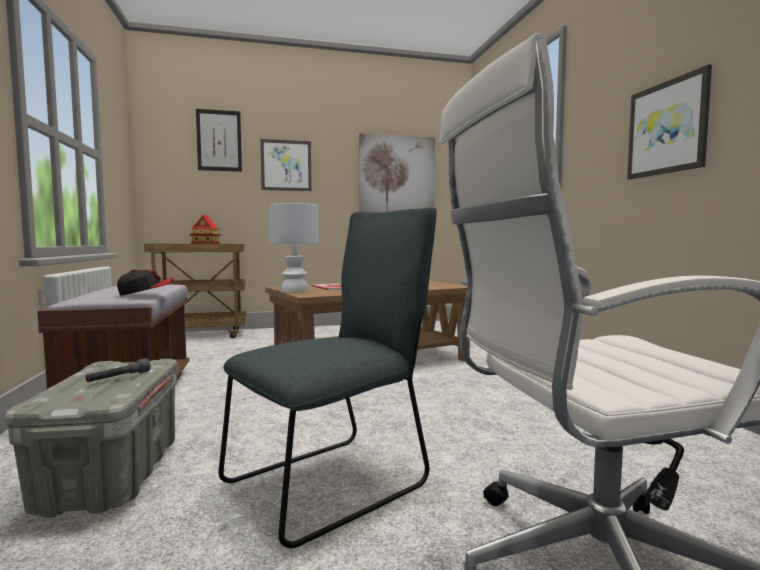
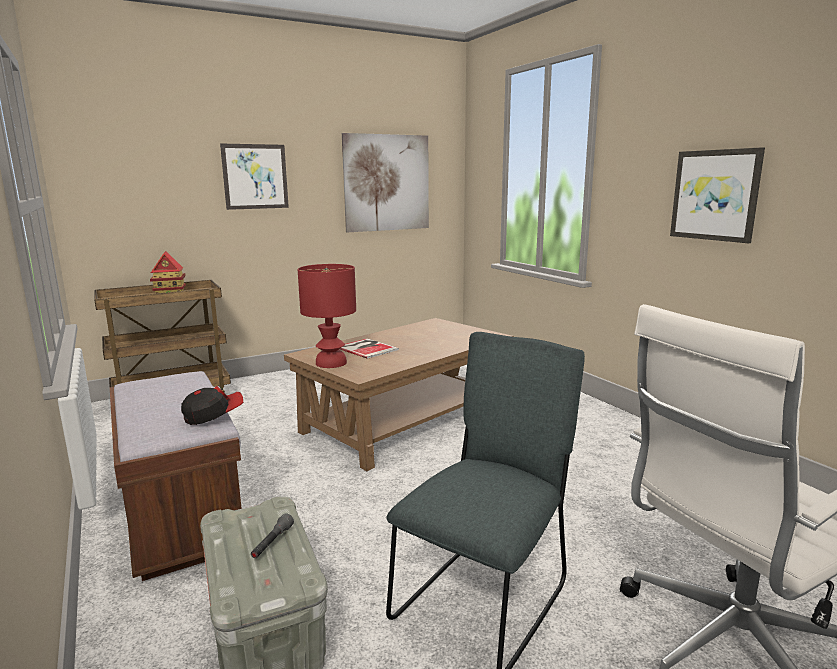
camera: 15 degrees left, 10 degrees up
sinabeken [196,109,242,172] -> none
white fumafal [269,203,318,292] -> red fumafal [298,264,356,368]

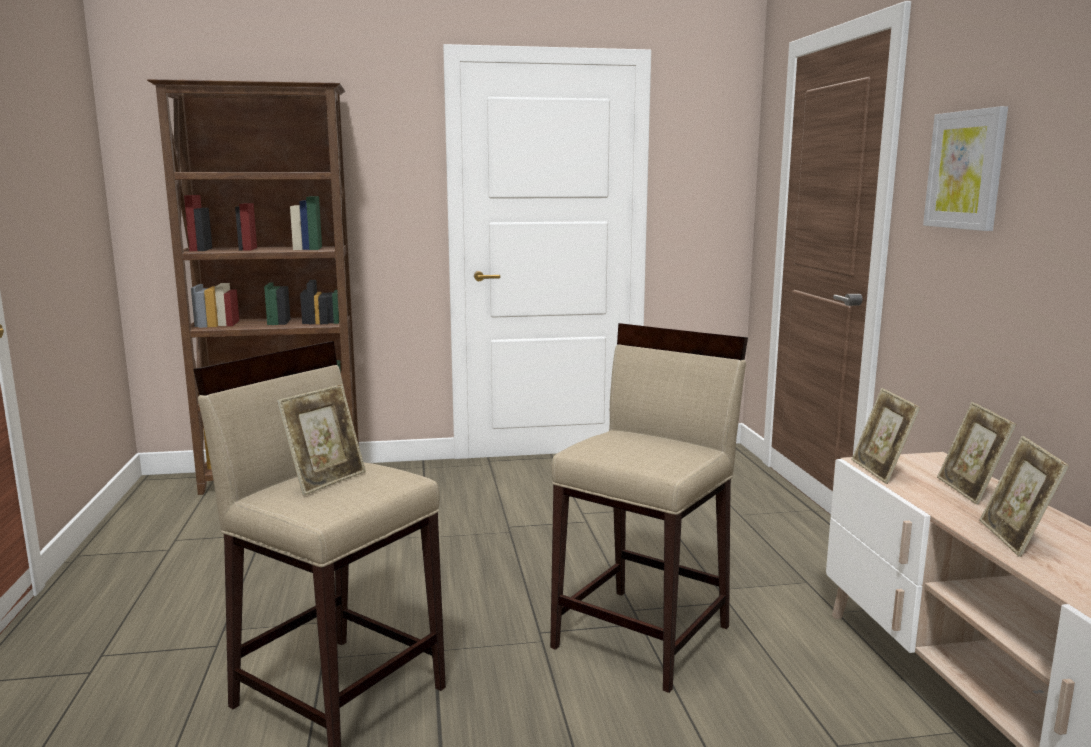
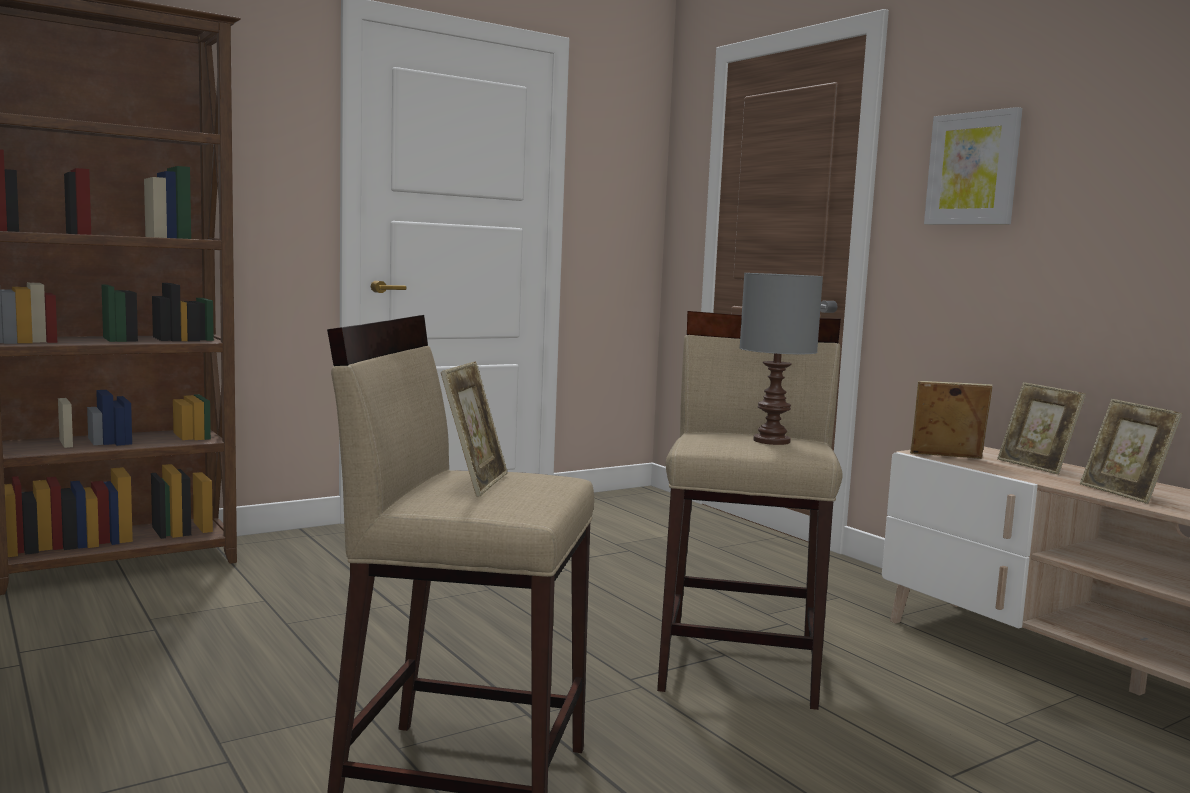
camera: 25 degrees left, 5 degrees down
none -> grey fumafal [739,273,823,445]
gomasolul [852,388,920,484] -> gomasolul [910,381,993,459], 135 degrees clockwise

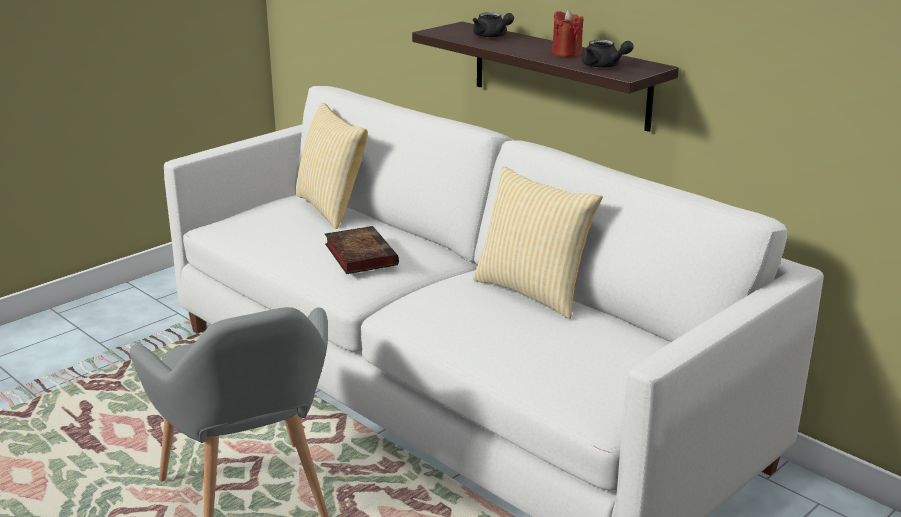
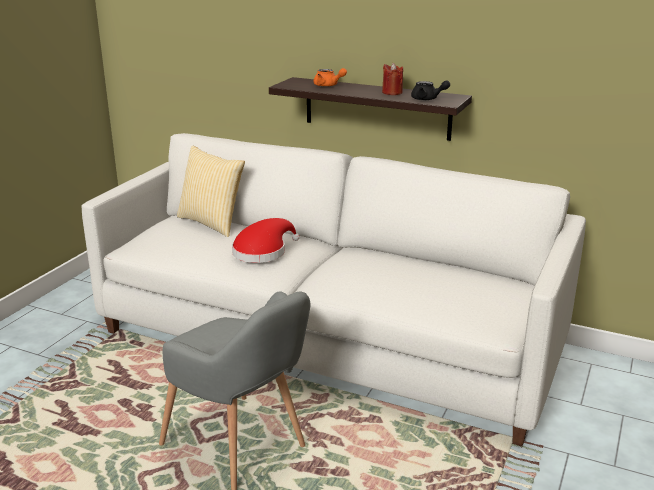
camera: 20 degrees left, 0 degrees up
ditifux [473,166,603,319] -> none
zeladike [325,226,399,274] -> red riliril [232,218,300,263]
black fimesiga [473,13,514,38] -> orange fimesiga [314,68,347,87]

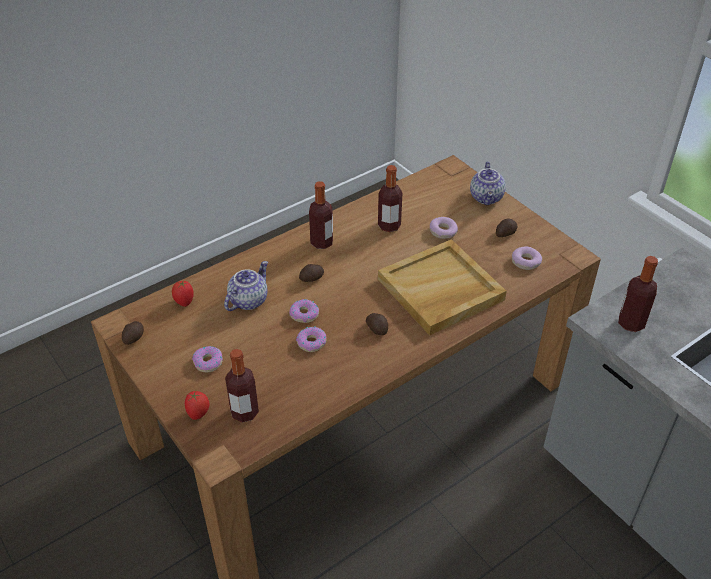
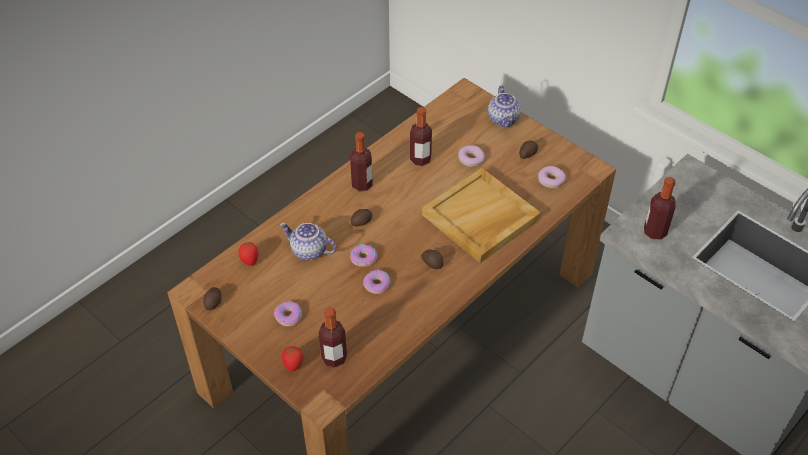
camera: 10 degrees left, 5 degrees up
fimesiga [224,261,268,311] -> fimesiga [280,223,336,260], 90 degrees counterclockwise

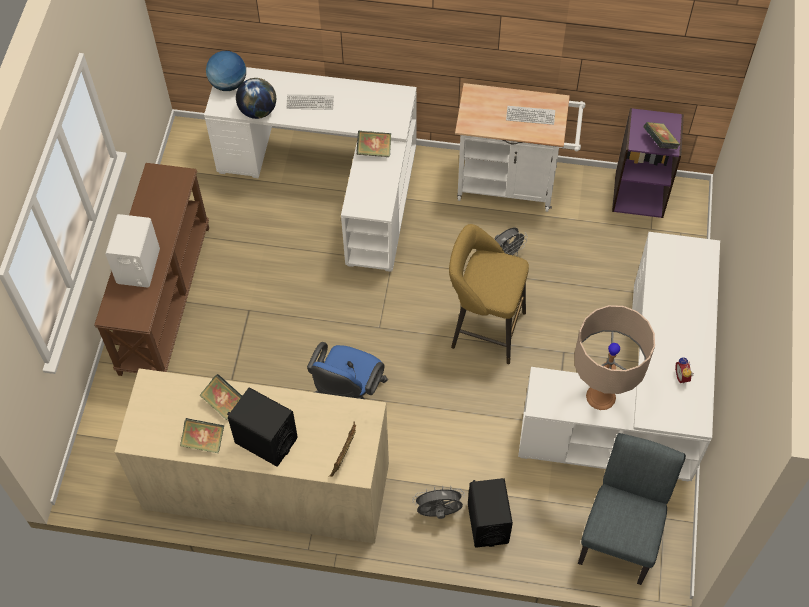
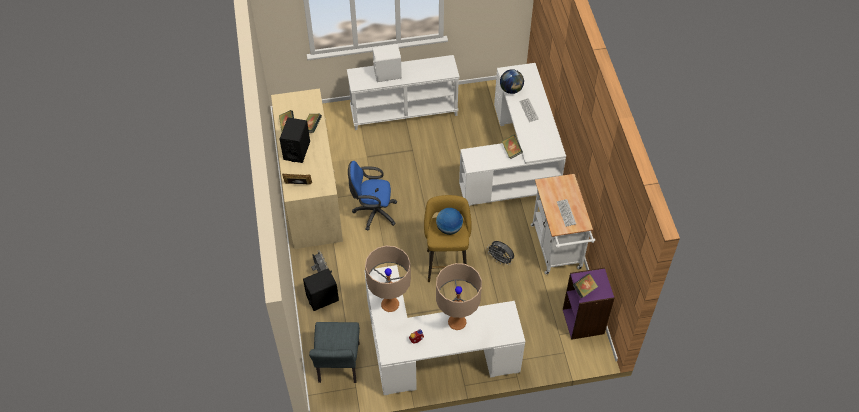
camera: 70 degrees right, 5 degrees down
none -> beige fumafal [436,263,482,330]
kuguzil [206,51,246,91] -> kuguzil [436,208,463,235], shifted
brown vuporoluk [94,163,209,376] -> white vuporoluk [347,55,460,130]
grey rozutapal [578,433,686,585] -> grey rozutapal [309,322,360,383], 90 degrees clockwise

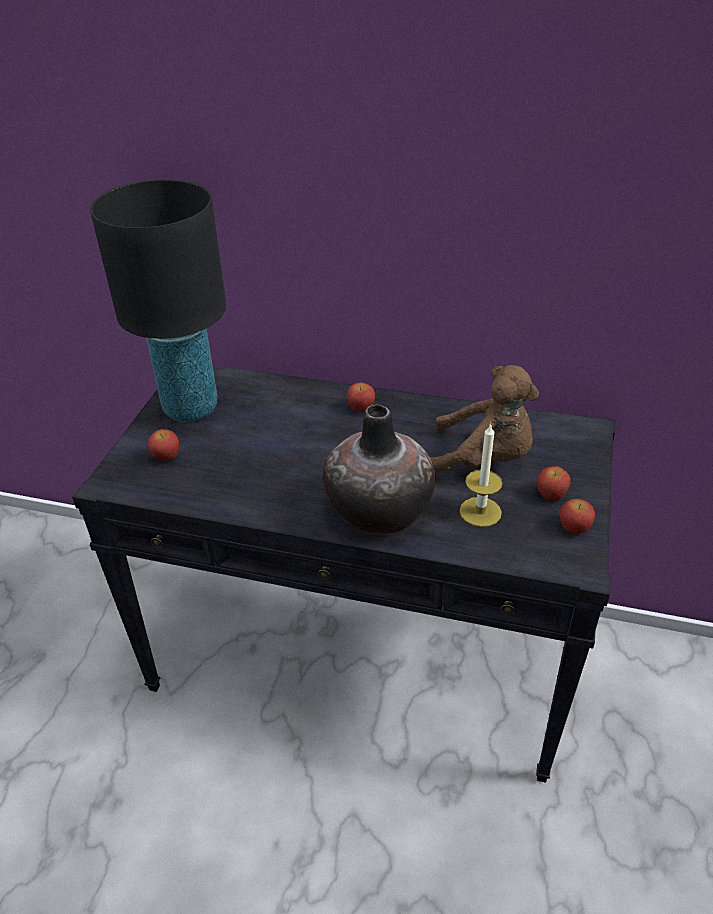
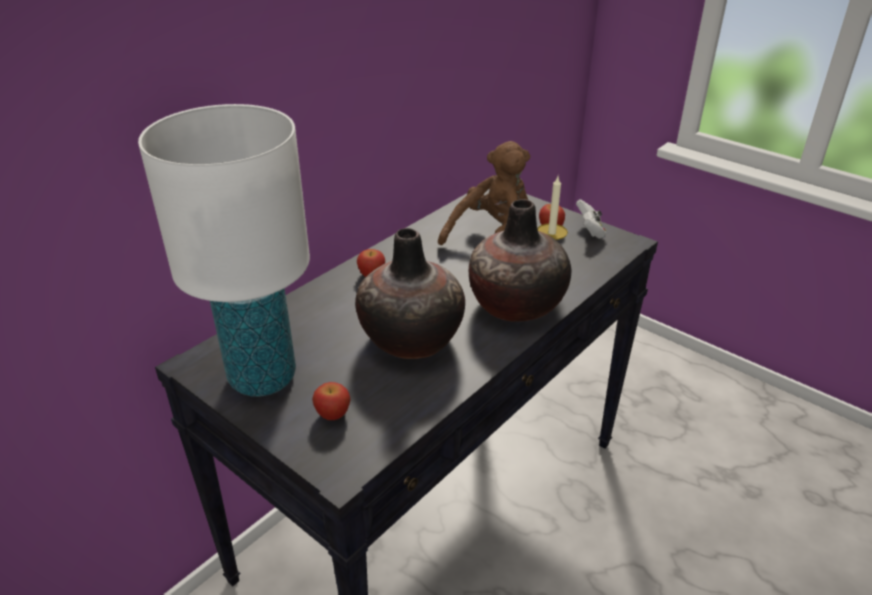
camera: 65 degrees left, 5 degrees down
none -> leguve [355,228,465,359]
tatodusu [560,499,595,534] -> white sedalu [576,199,606,239]
black fumafal [90,179,226,422] -> white fumafal [138,104,310,397]

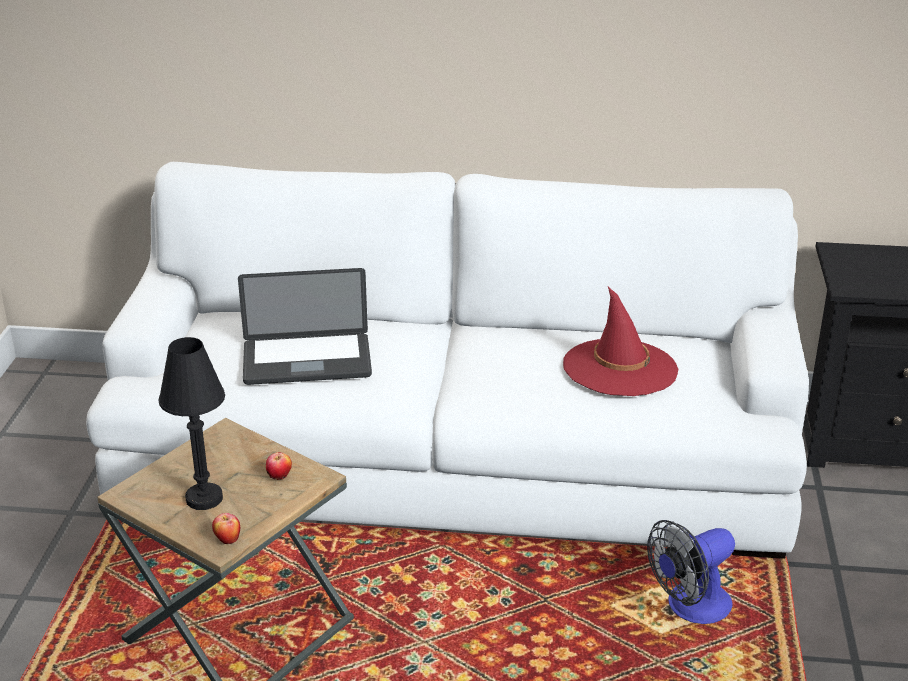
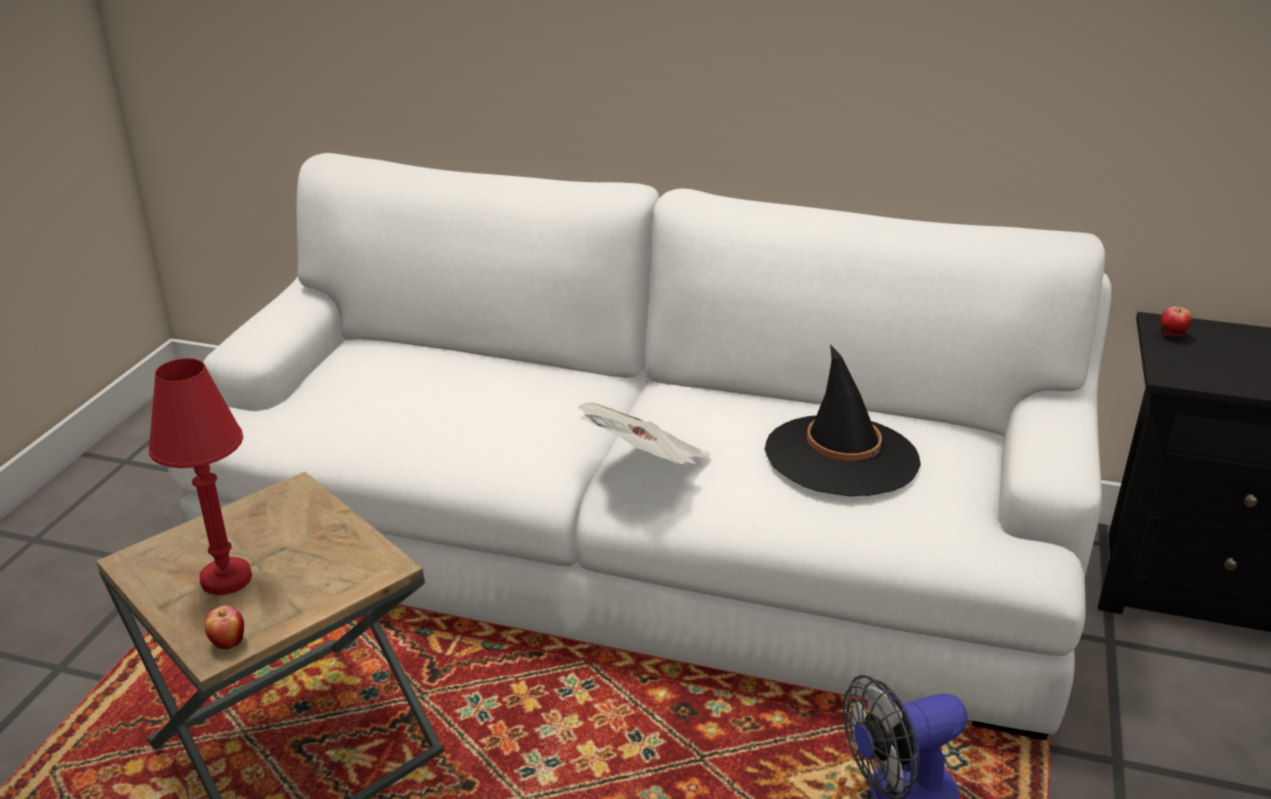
camera: 10 degrees right, 0 degrees up
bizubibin [238,268,372,385] -> none
none -> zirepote [578,402,711,465]
tatodusu [266,452,292,480] -> tatodusu [1160,306,1192,337], shifted
black fumafal [159,337,225,510] -> red fumafal [148,358,252,595]
red riliril [563,287,678,396] -> black riliril [765,344,921,496]

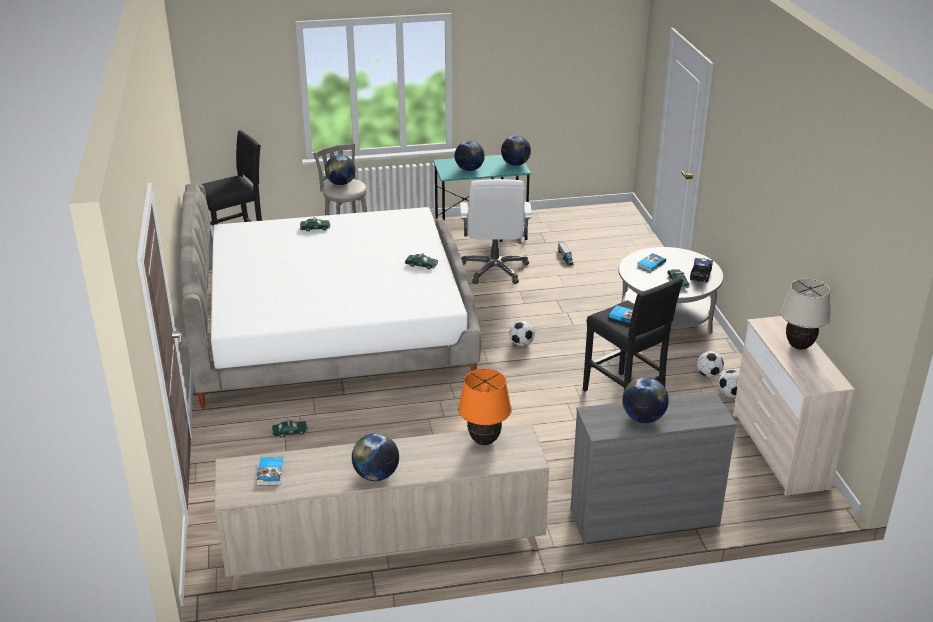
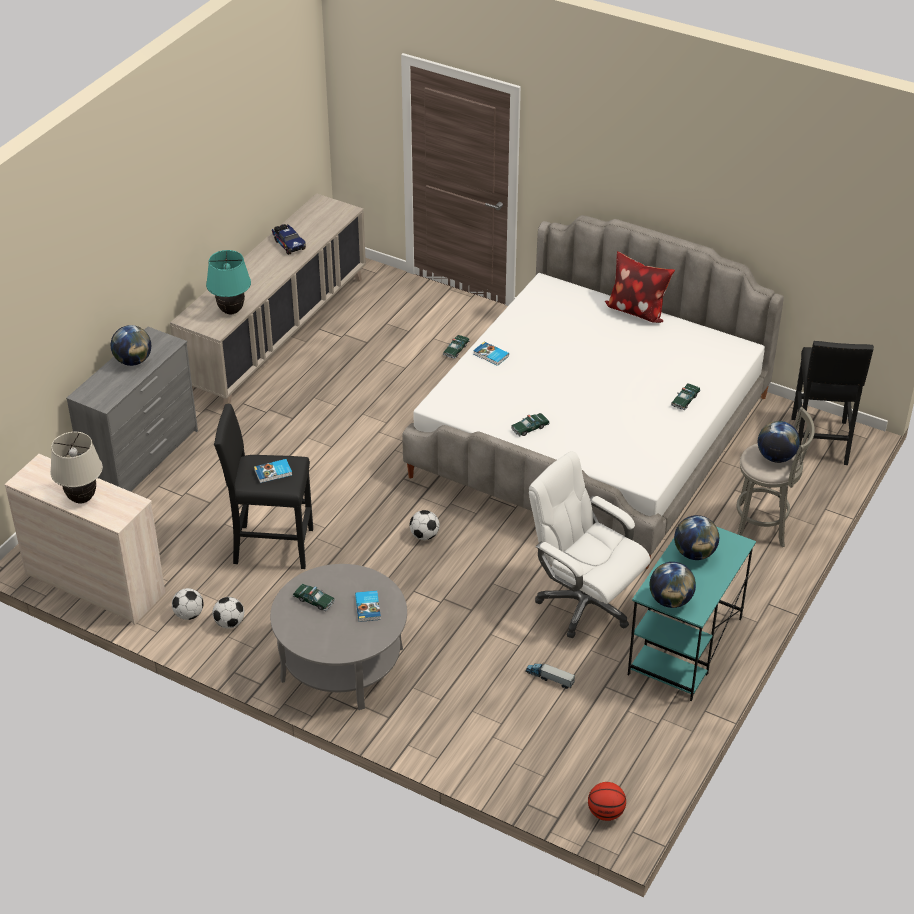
camera: 130 degrees right, 10 degrees up
kuguzil [352,433,399,481] -> none
none -> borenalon [588,782,626,821]
none -> ditifux [605,251,675,323]
zeladike [256,457,284,486] -> zeladike [473,341,509,366], shifted
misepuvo [690,258,713,283] -> misepuvo [272,224,306,255], shifted
orange fumafal [458,369,512,445] -> turquoise fumafal [206,250,251,315]

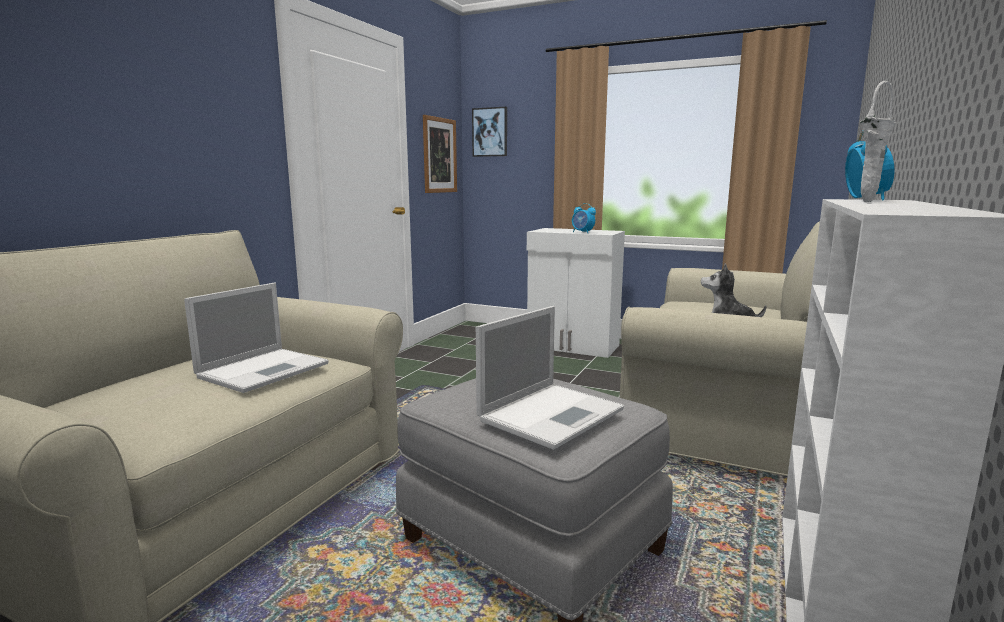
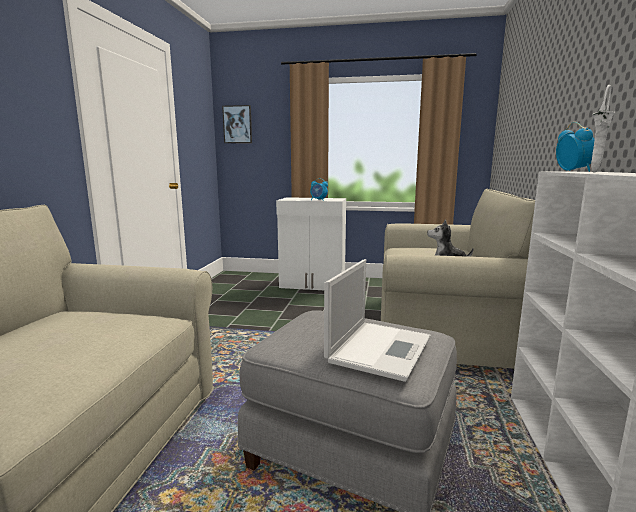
camera: 15 degrees left, 0 degrees up
bizubibin [184,283,328,393] -> none
sinabeken [423,115,457,193] -> none

